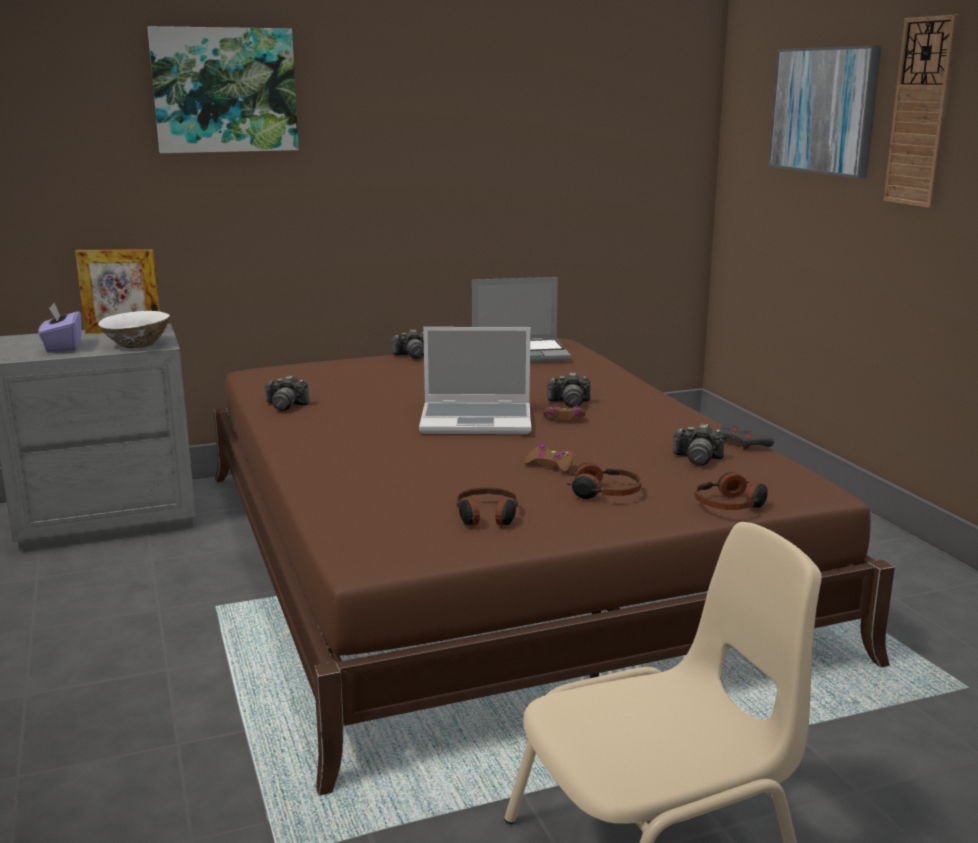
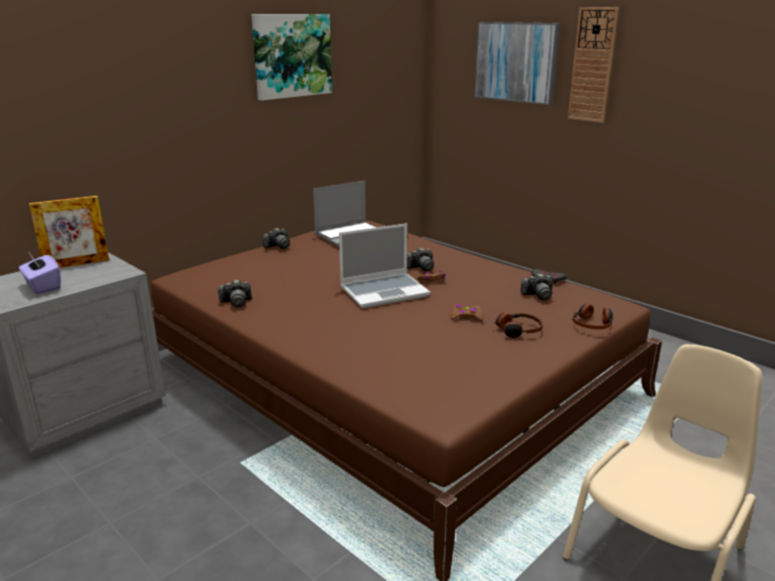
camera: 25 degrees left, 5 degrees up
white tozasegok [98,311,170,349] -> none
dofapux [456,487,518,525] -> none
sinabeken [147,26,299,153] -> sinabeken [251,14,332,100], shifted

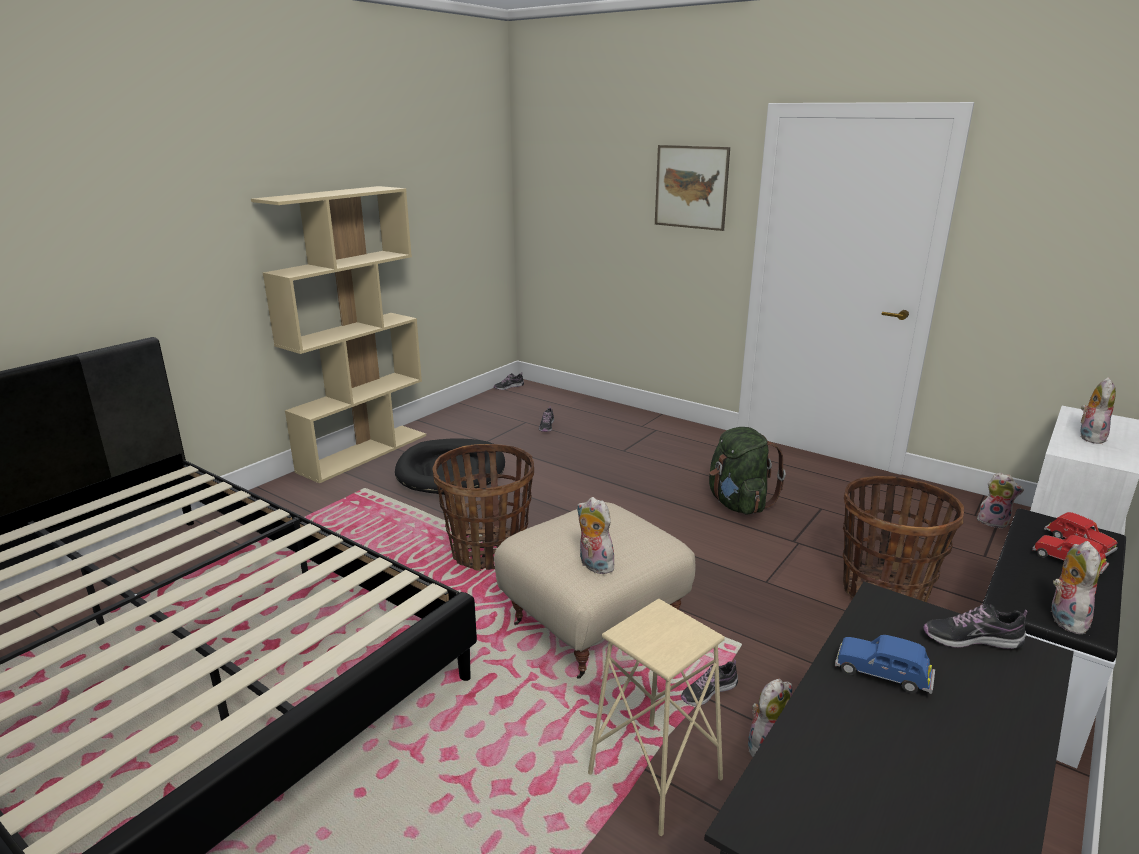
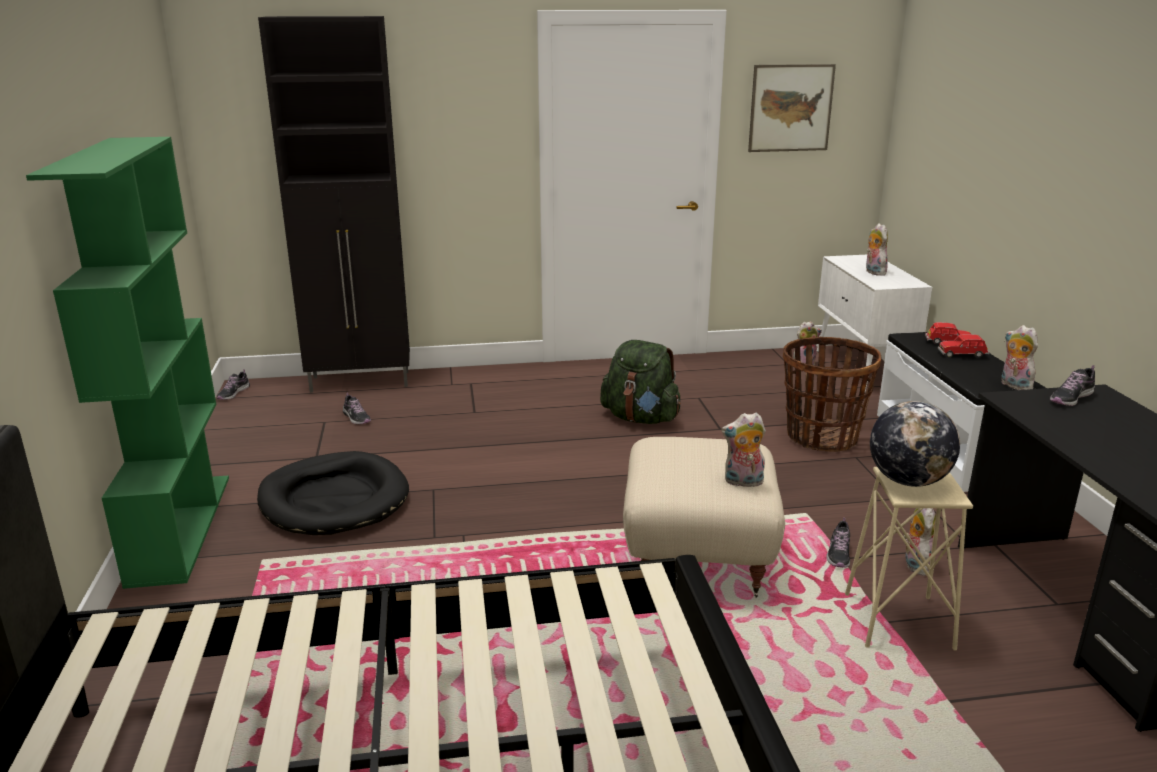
camera: 45 degrees left, 0 degrees up
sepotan [433,444,534,571] -> none
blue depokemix [835,635,935,694] -> none
none -> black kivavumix [258,16,410,393]
none -> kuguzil [870,401,960,487]
sinabeken [655,145,730,231] -> sinabeken [748,64,836,152], shifted
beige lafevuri [251,186,426,483] -> green lafevuri [26,137,229,589]

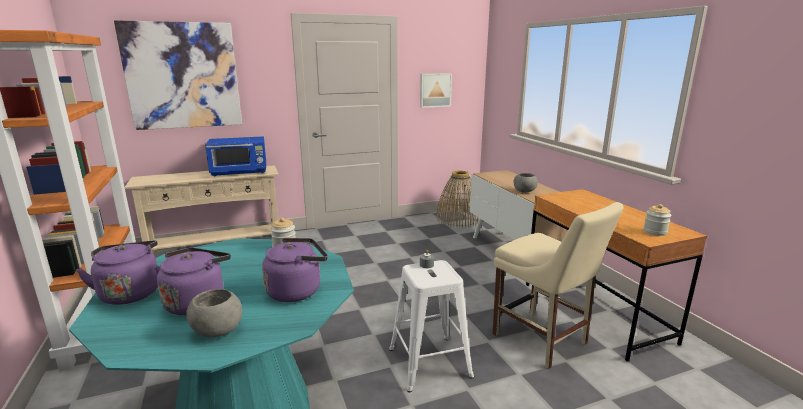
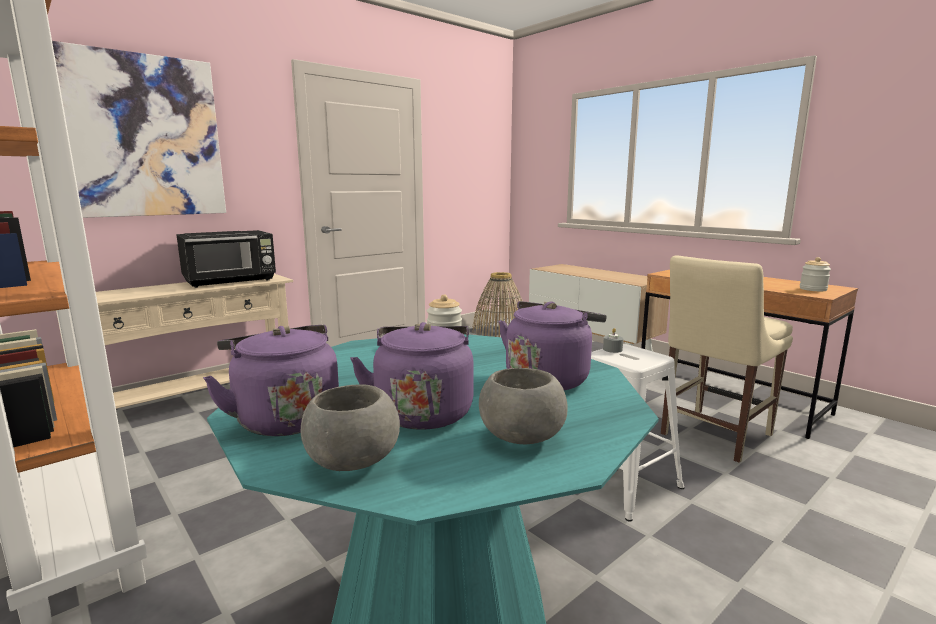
camera: 20 degrees left, 5 degrees down
sinabeken [420,73,452,108] -> none
grey tozasegok [513,173,538,192] -> grey tozasegok [300,384,400,471], shifted
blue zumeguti [205,136,266,176] -> black zumeguti [176,230,276,288]
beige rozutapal [493,202,624,369] -> beige rozutapal [661,255,793,463], 105 degrees clockwise

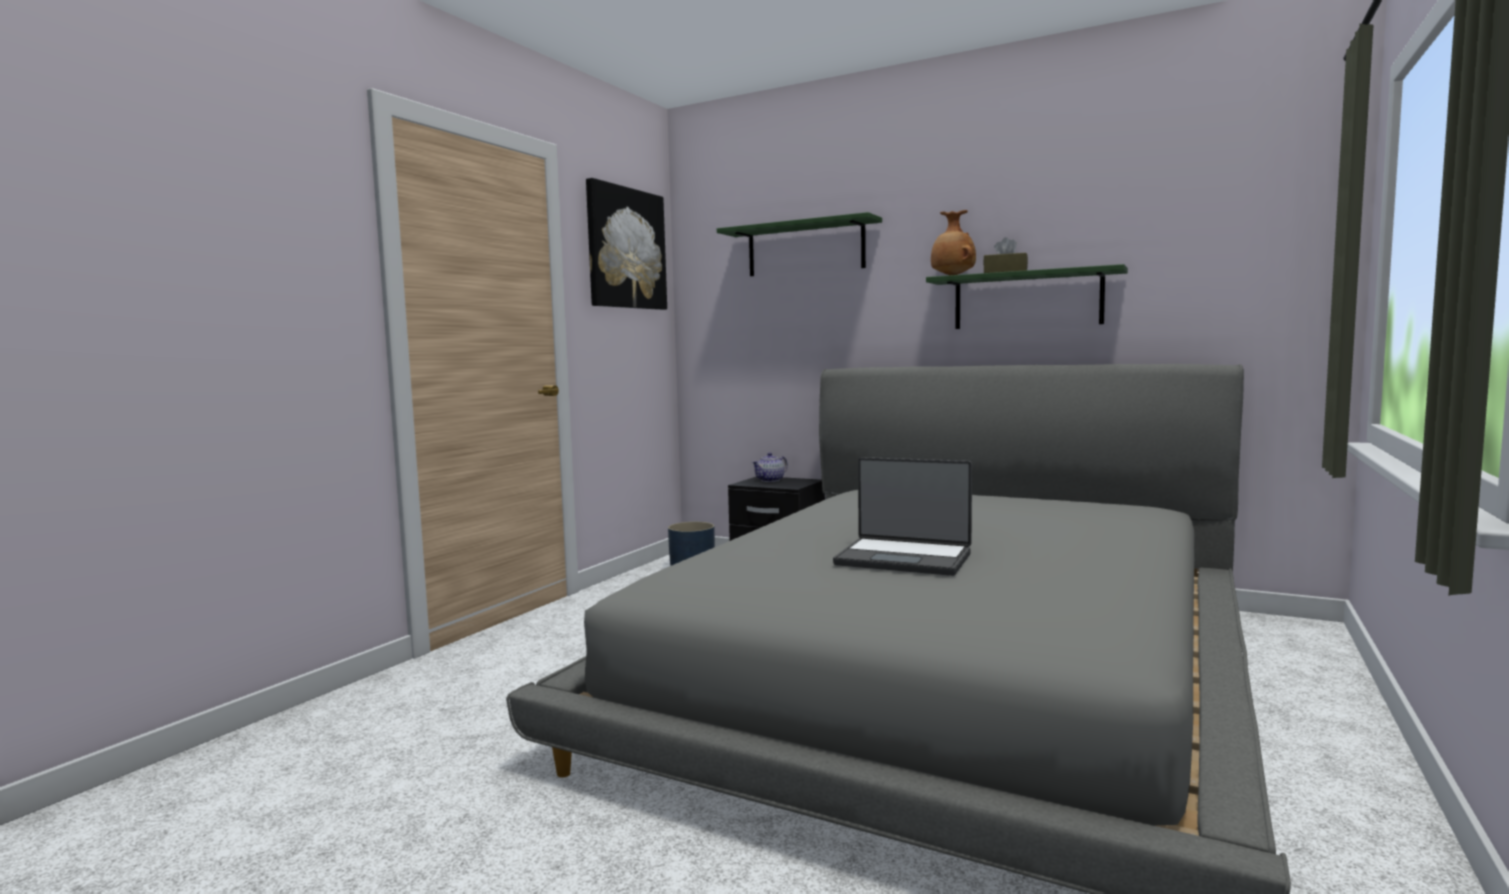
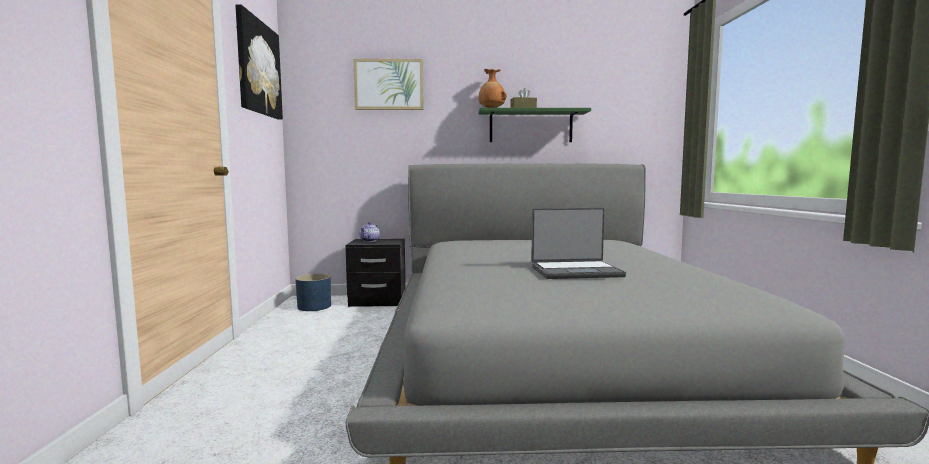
camera: 30 degrees left, 0 degrees up
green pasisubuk [717,212,882,276] -> sinabeken [353,59,424,110]

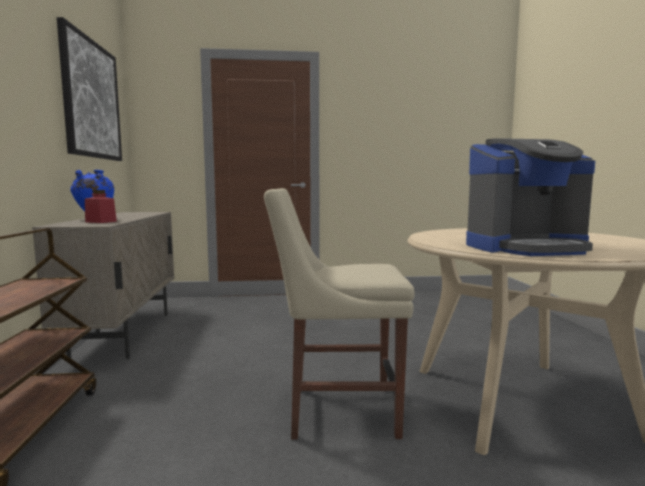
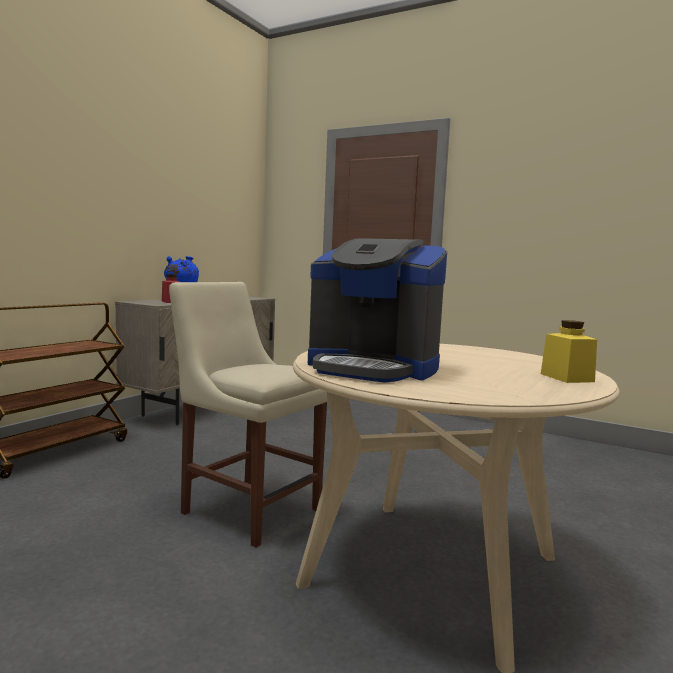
camera: 35 degrees right, 0 degrees up
sinabeken [57,17,122,161] -> none
none -> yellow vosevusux [541,320,597,383]

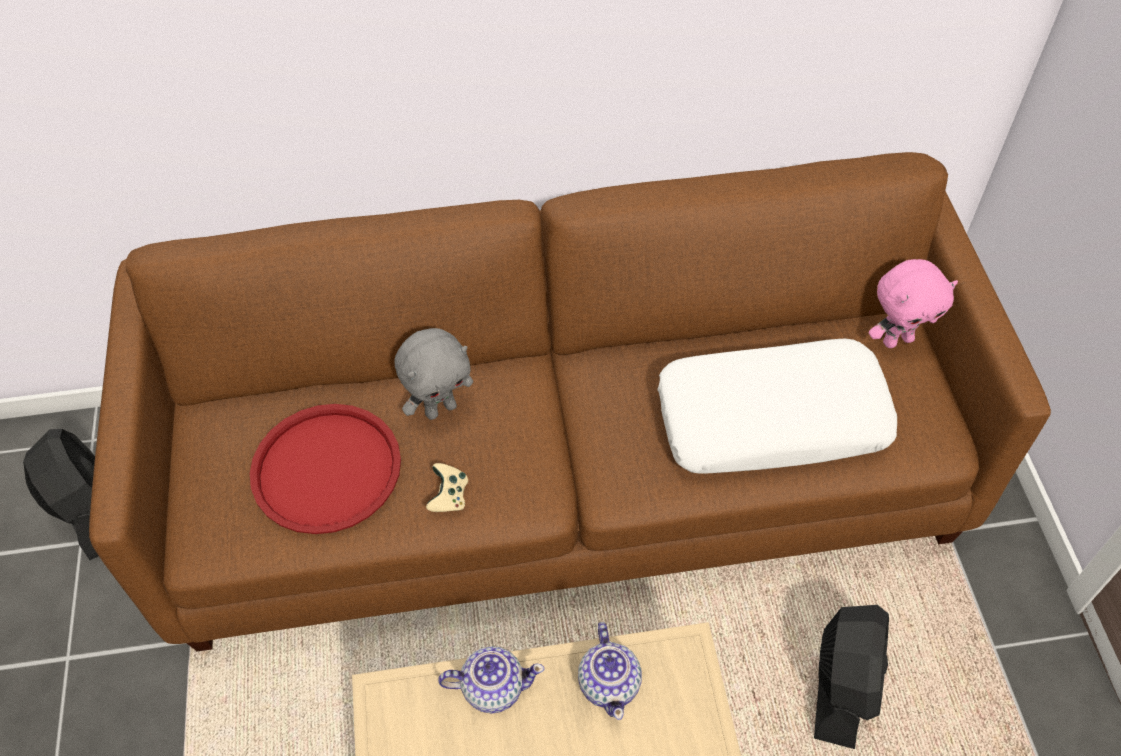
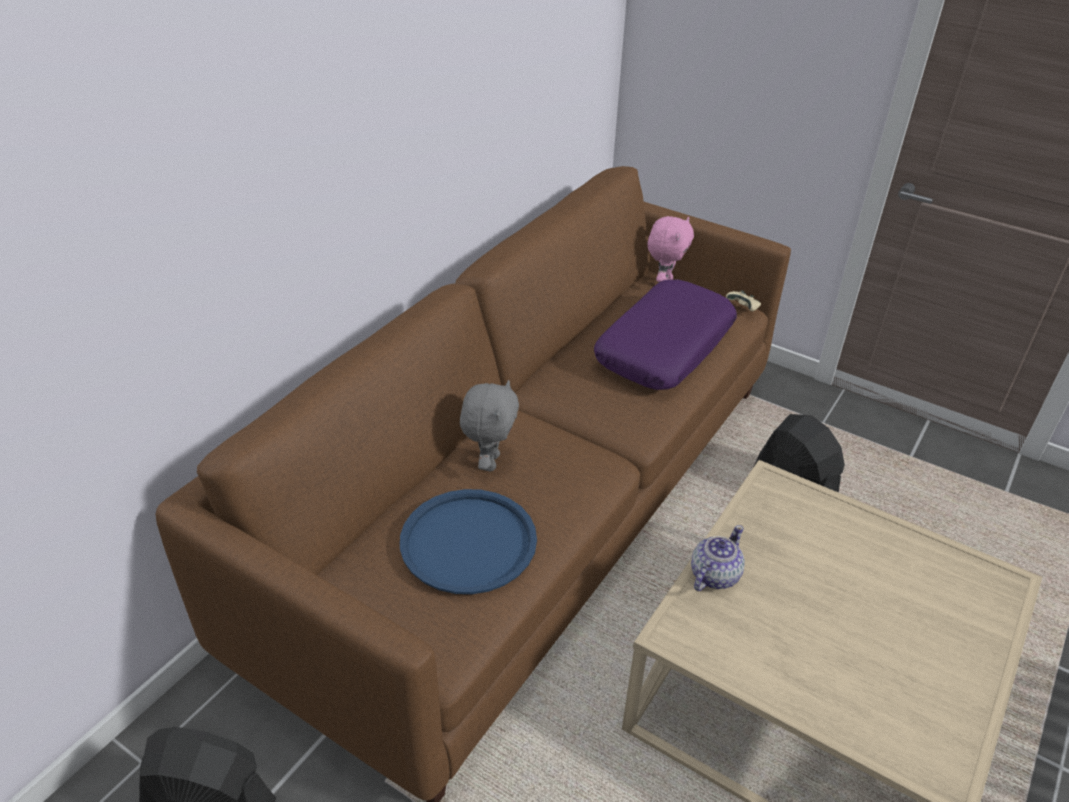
camera: 50 degrees left, 15 degrees down
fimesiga [578,622,642,720] -> none
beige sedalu [426,463,468,512] -> beige sedalu [726,290,761,311], shifted
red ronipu [250,404,401,534] -> blue ronipu [400,489,537,594]
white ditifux [657,339,897,474] -> purple ditifux [594,280,737,390]

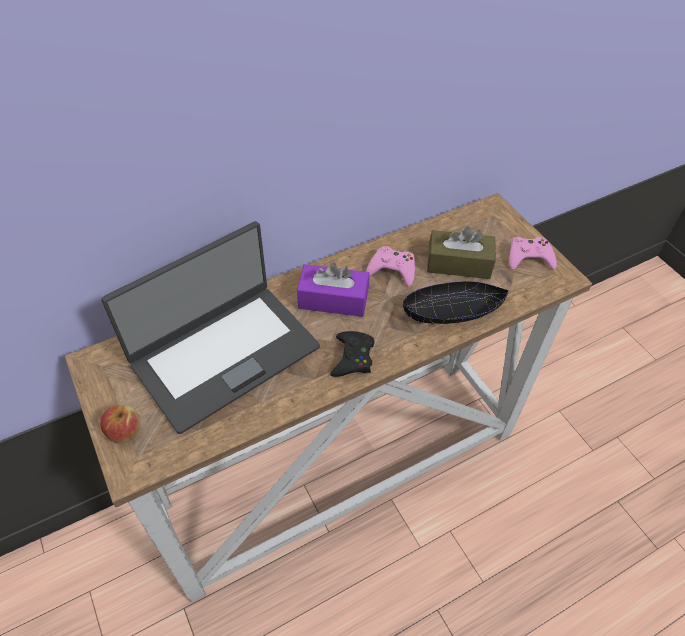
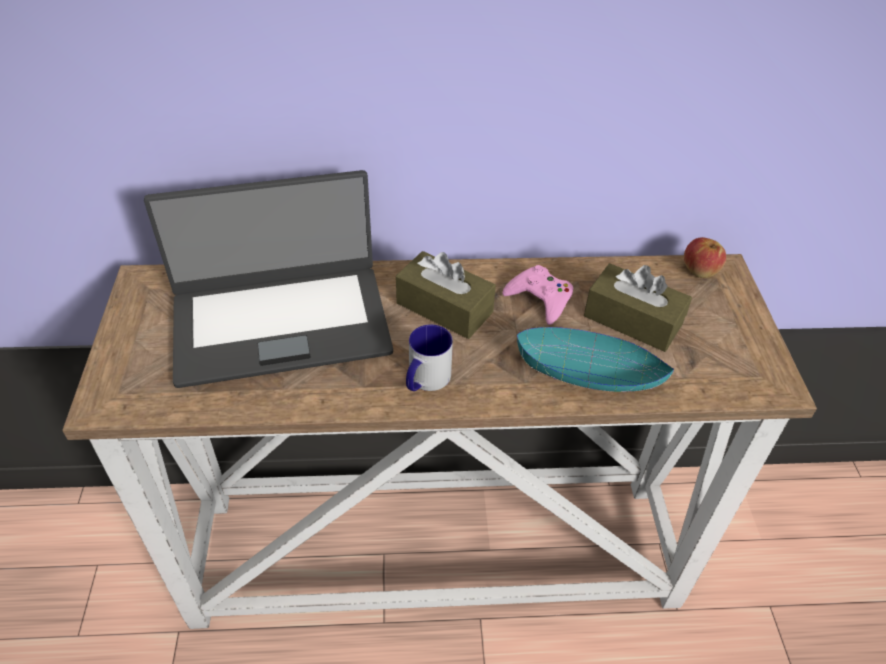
camera: 25 degrees right, 5 degrees down
pink sedalu [509,237,557,270] -> none
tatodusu [100,405,140,444] -> tatodusu [684,237,726,278], shifted
black sedalu [330,331,374,377] -> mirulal [406,324,453,391]
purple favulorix [297,263,369,317] -> brown favulorix [396,251,496,339]
black tozasegok [403,281,509,324] -> turquoise tozasegok [517,327,674,392]

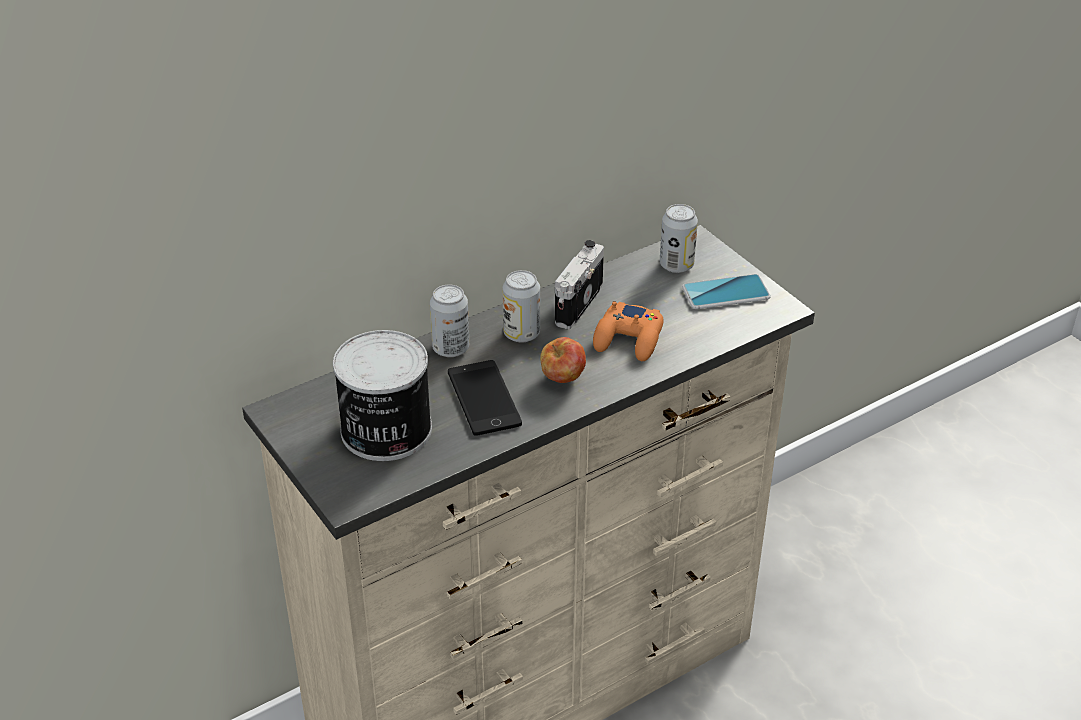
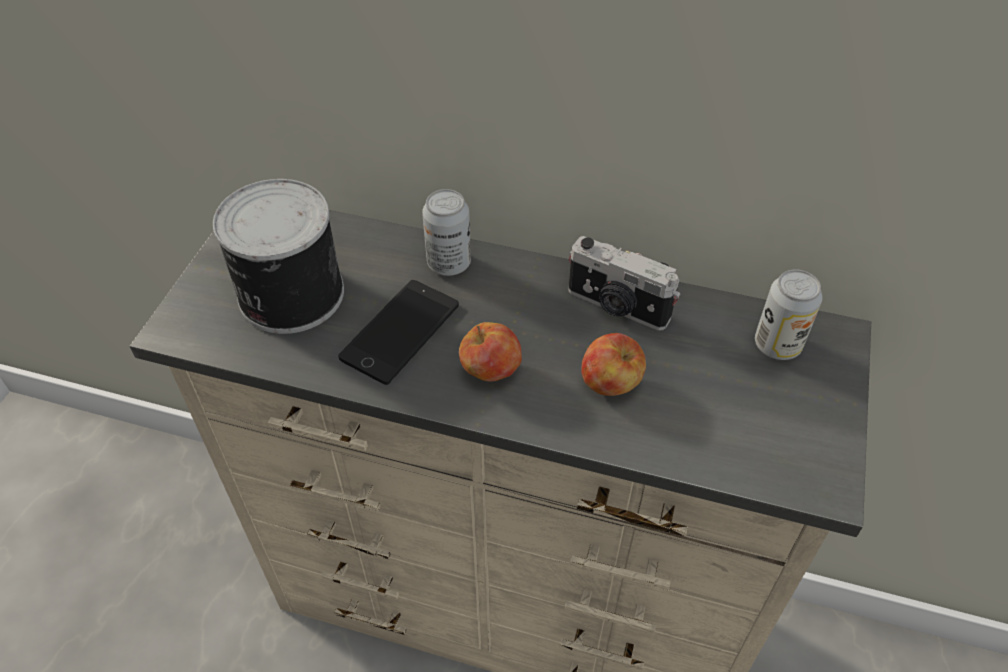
camera: 50 degrees right, 10 degrees up
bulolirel [503,270,540,342] -> none
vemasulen [682,274,771,309] -> none
orange sedalu [593,301,663,361] -> tatodusu [581,333,646,396]
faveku [555,240,604,329] -> faveku [568,236,680,331], 135 degrees counterclockwise

